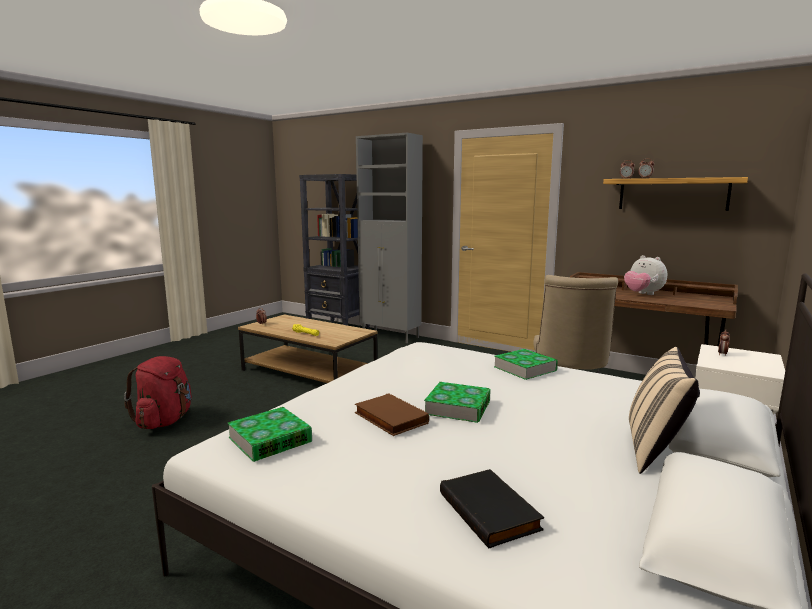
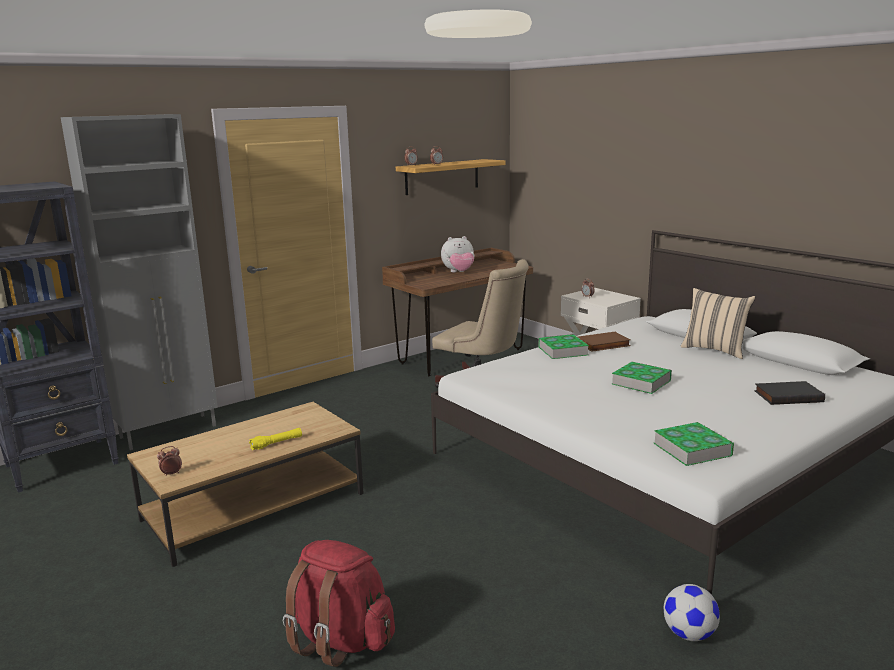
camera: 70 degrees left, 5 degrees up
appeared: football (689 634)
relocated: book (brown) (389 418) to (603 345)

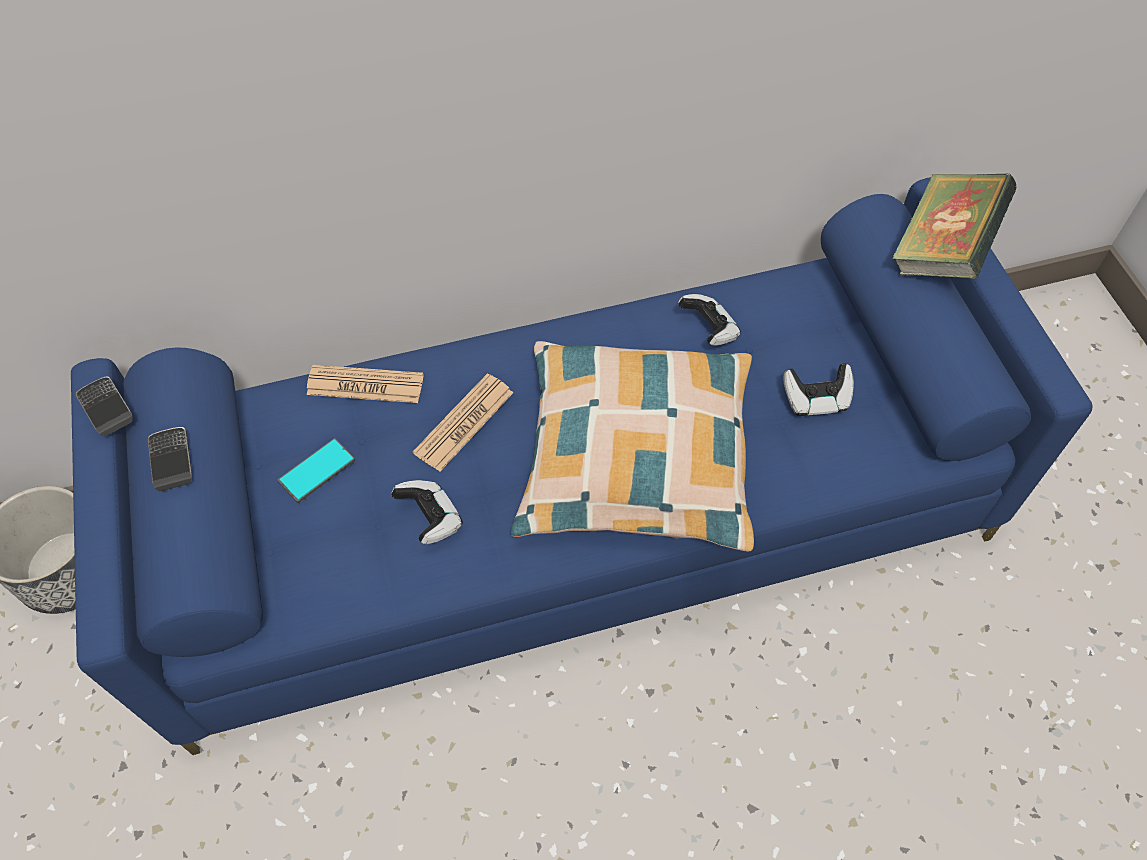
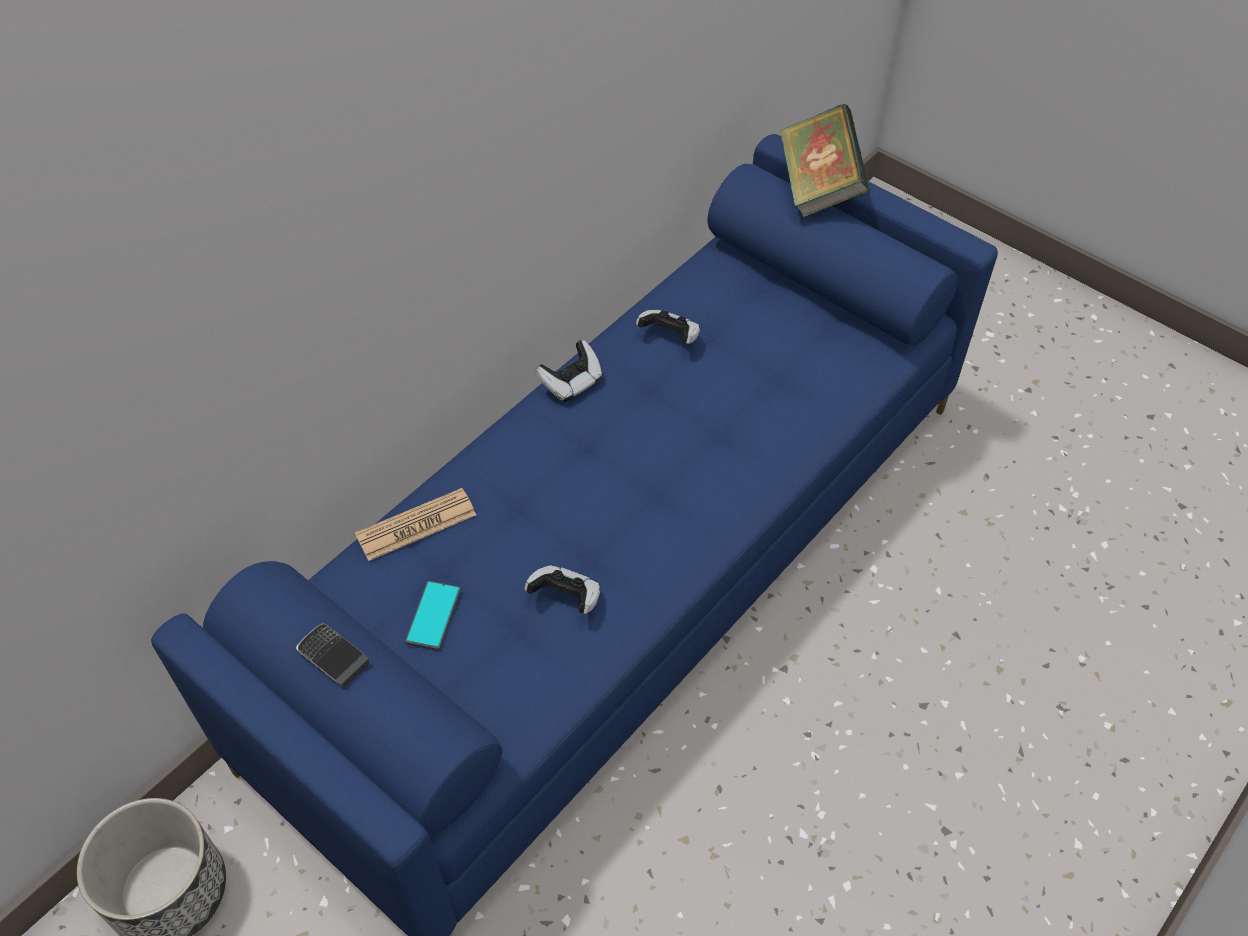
camera: 35 degrees left, 5 degrees down
missing: phone (106 408); newspaper (464 423); pillow (636 457)
relocated: game controller (816 400) to (571 383)

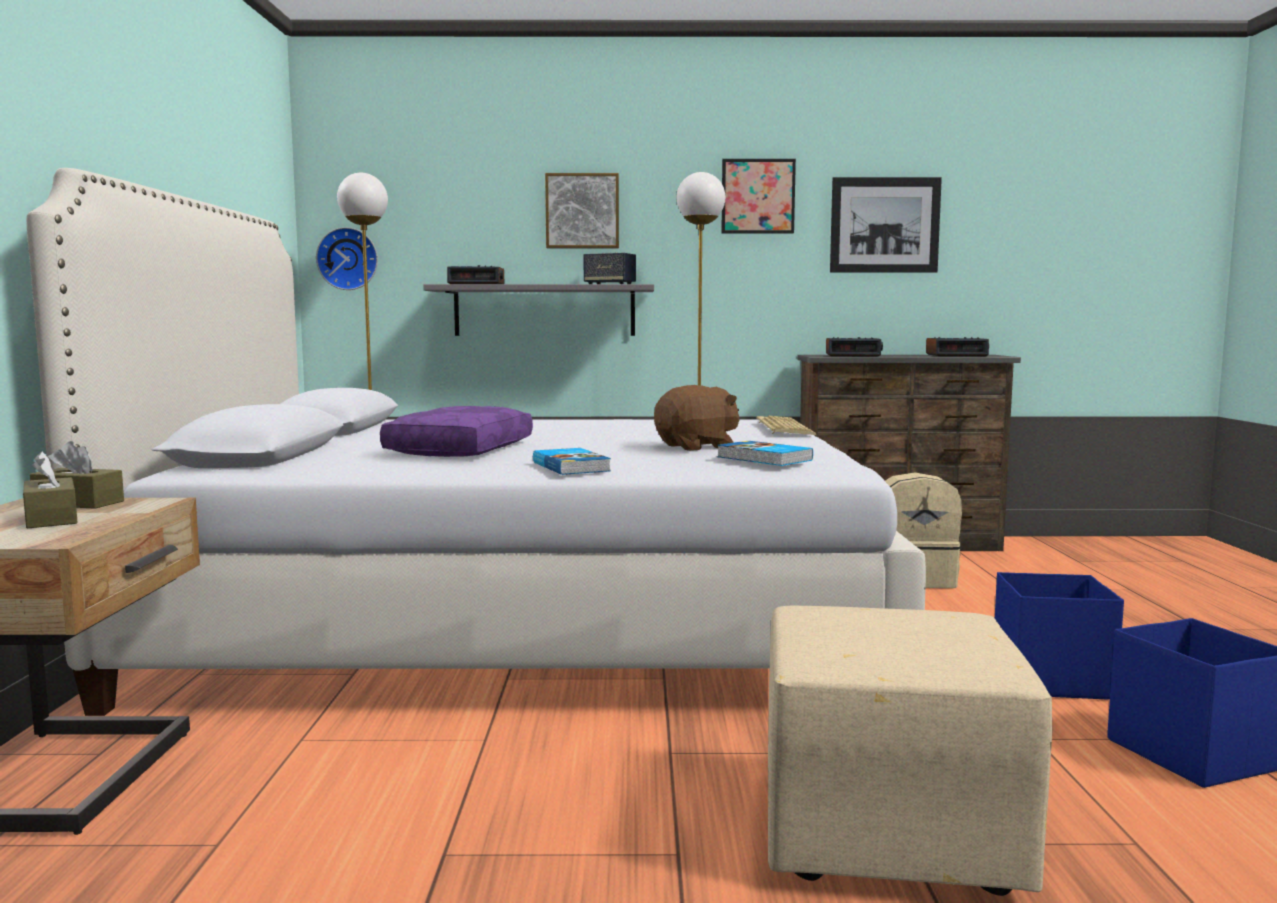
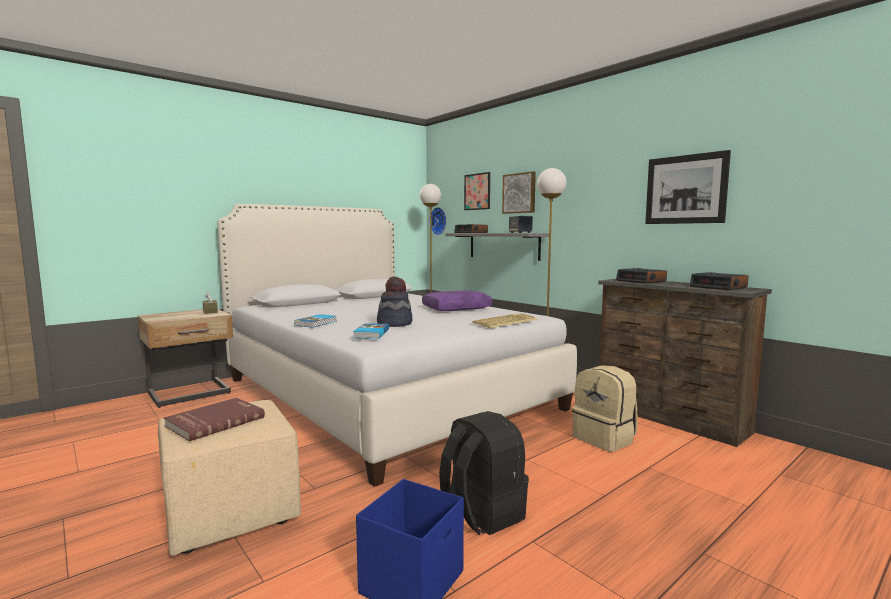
camera: 50 degrees right, 0 degrees up
missing: tissue box (brown) (51 519)
appeared: book (red) (214 421)
relocated: pillow (purple) (459 450) to (456 308); picture (758 196) to (477 191)
exchanged: plush toy (brown) (697 447) to hat (394 323); storage box (blue) (1049 680) to backpack (black) (481 513)

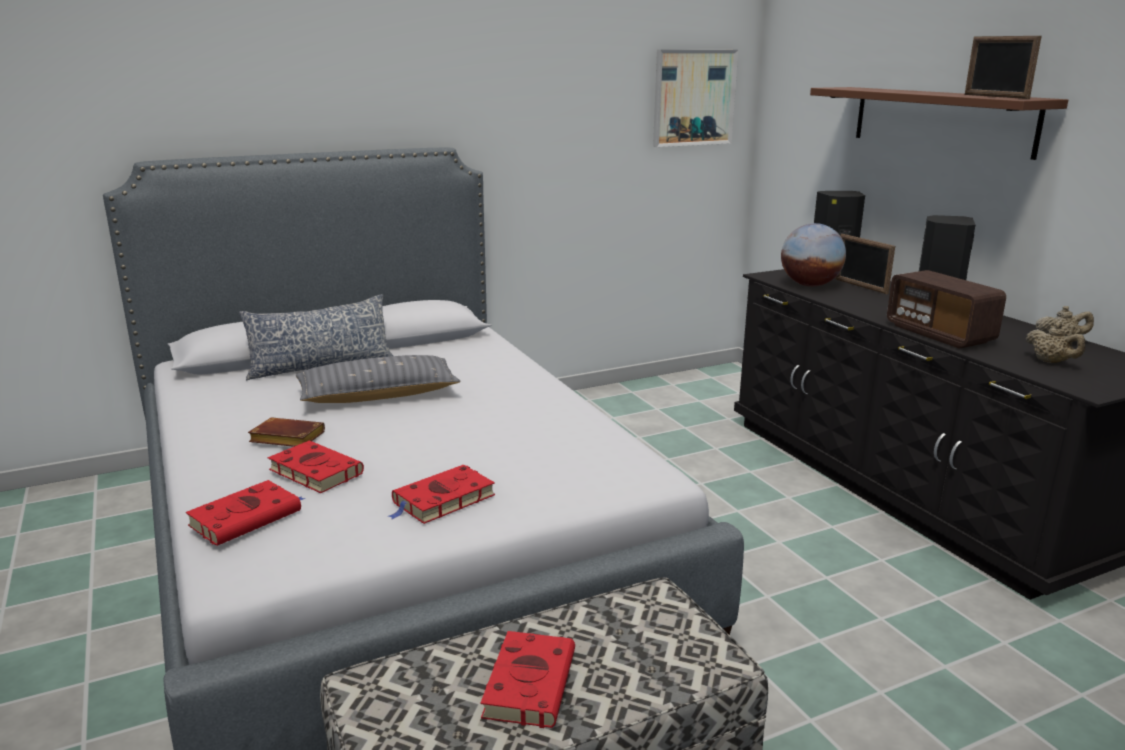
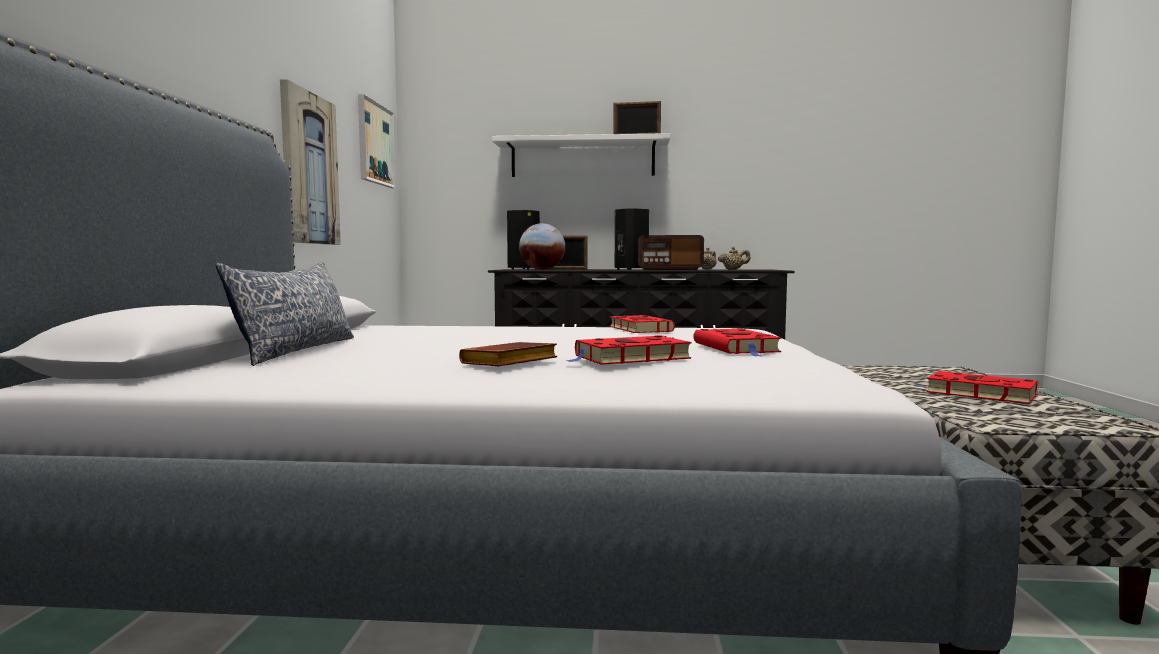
camera: 60 degrees left, 15 degrees down
missing: pillow (grey) (378 395)
appeared: picture (309 169)
relocated: book (red) (248 517) to (639 329)
colour: shelf (brown) (941 120) to shelf (white) (582 159)

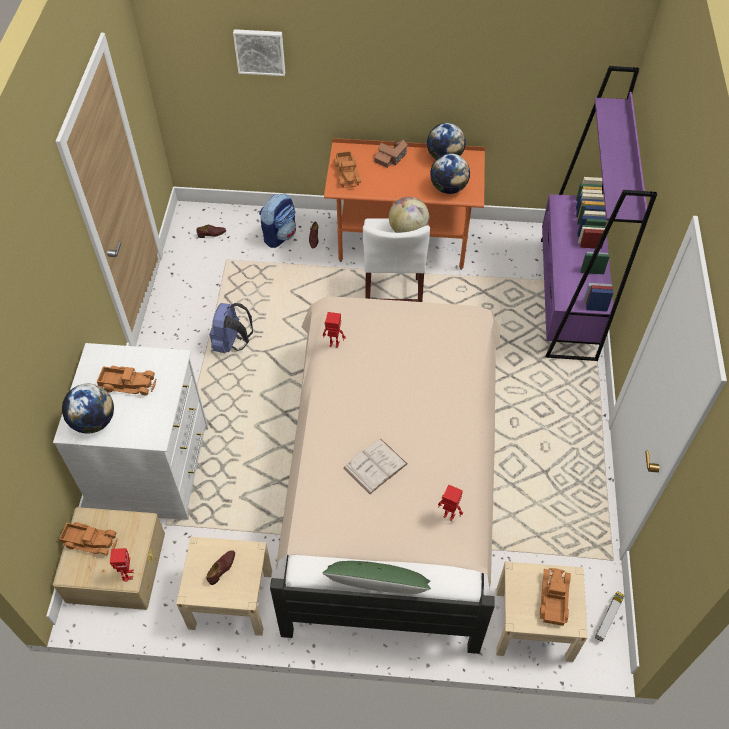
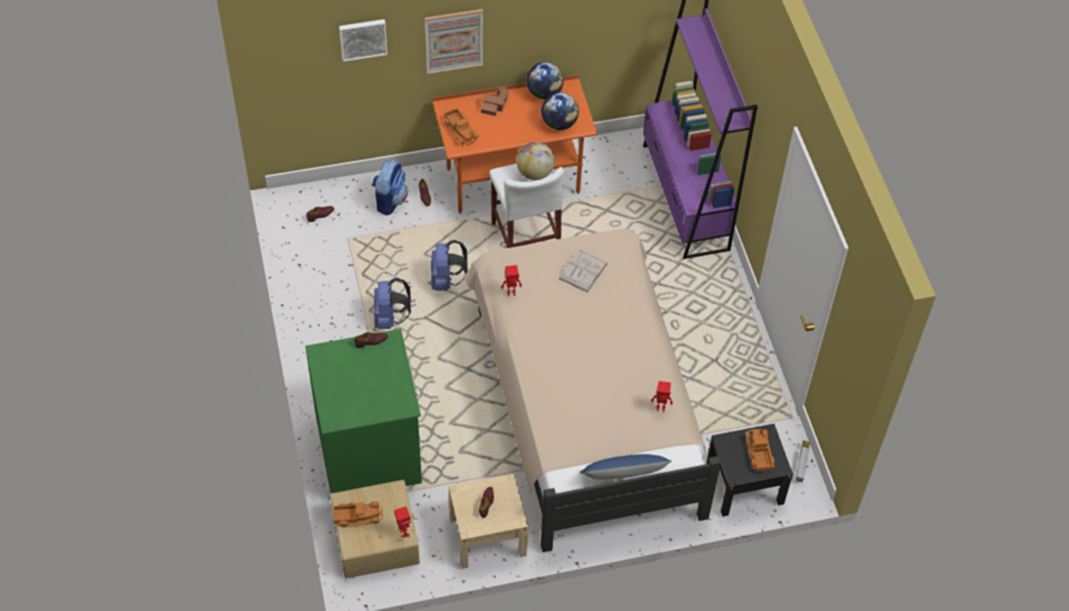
camera: 20 degrees left, 0 degrees up
missing: globe (94 421); toy truck (128 383)
appeared: shoe (brown) (371 342); picture (454 41); backpack (blue) (446 280)
relocated: book (white) (375 466) to (583 271)
colour: dresser (white) (154 469) to dresser (green) (370 449); pillow (green) (377 586) to pillow (blue) (623 476); nightstand (beige) (533 624) to nightstand (black) (744 485)

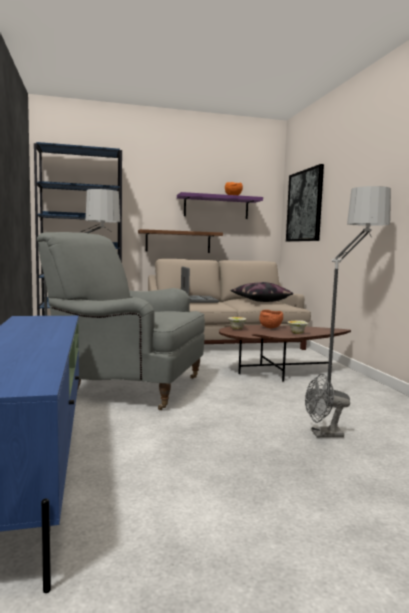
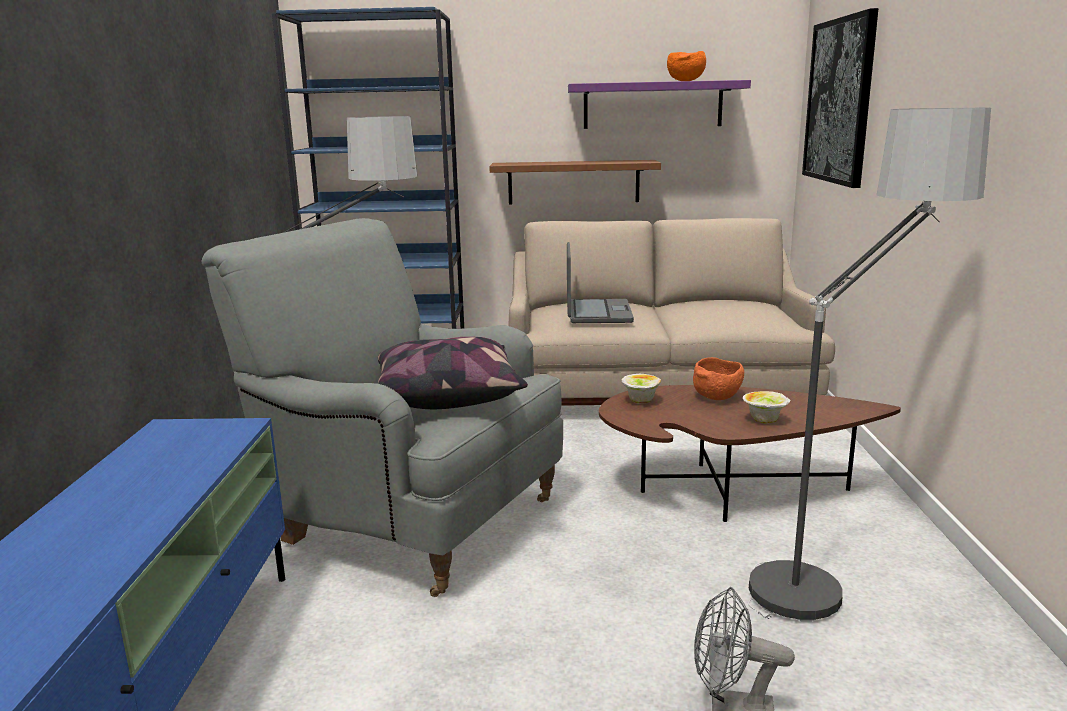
camera: 15 degrees right, 10 degrees up
relocated: pillow (260 301) to (445 395)

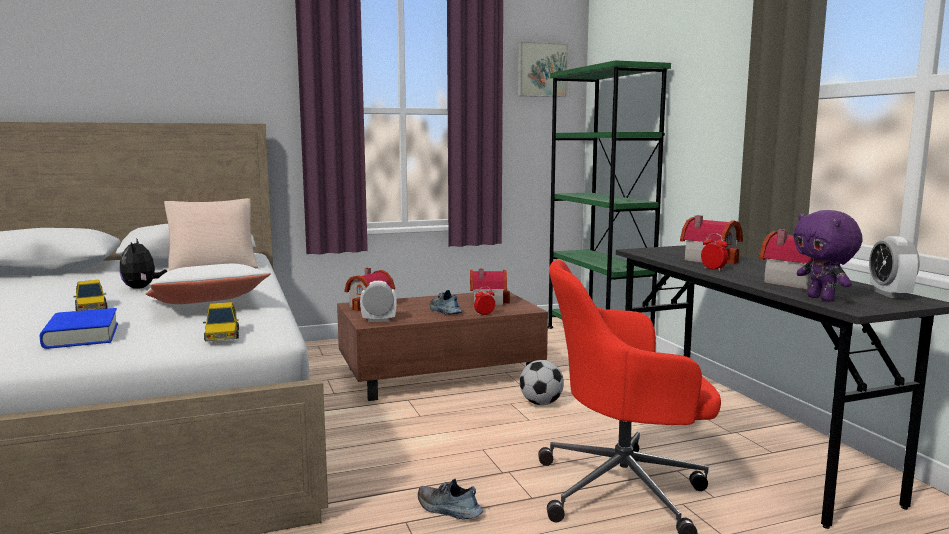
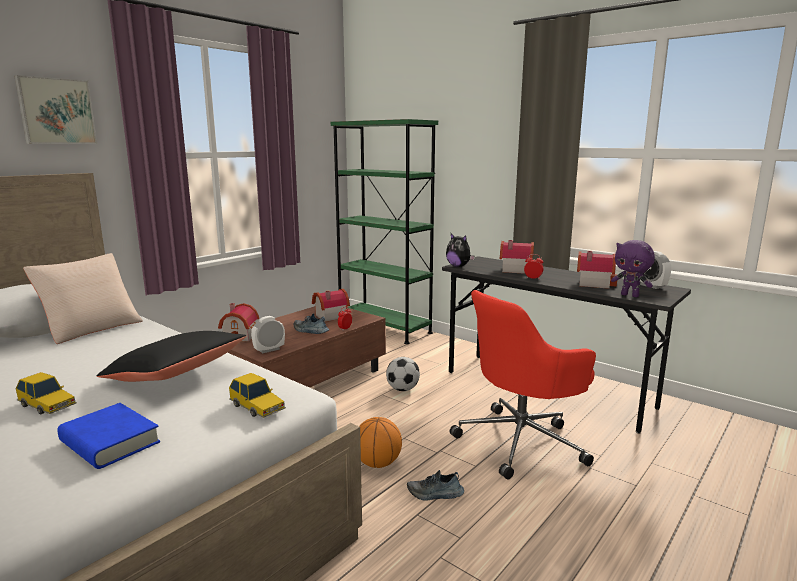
camera: 30 degrees left, 5 degrees up
appeared: basketball (378 463)
relocated: plush toy (141 288) to (458 266); picture (541 70) to (56 111)
colour: pillow (white) (207 305) to pillow (black) (176 375)

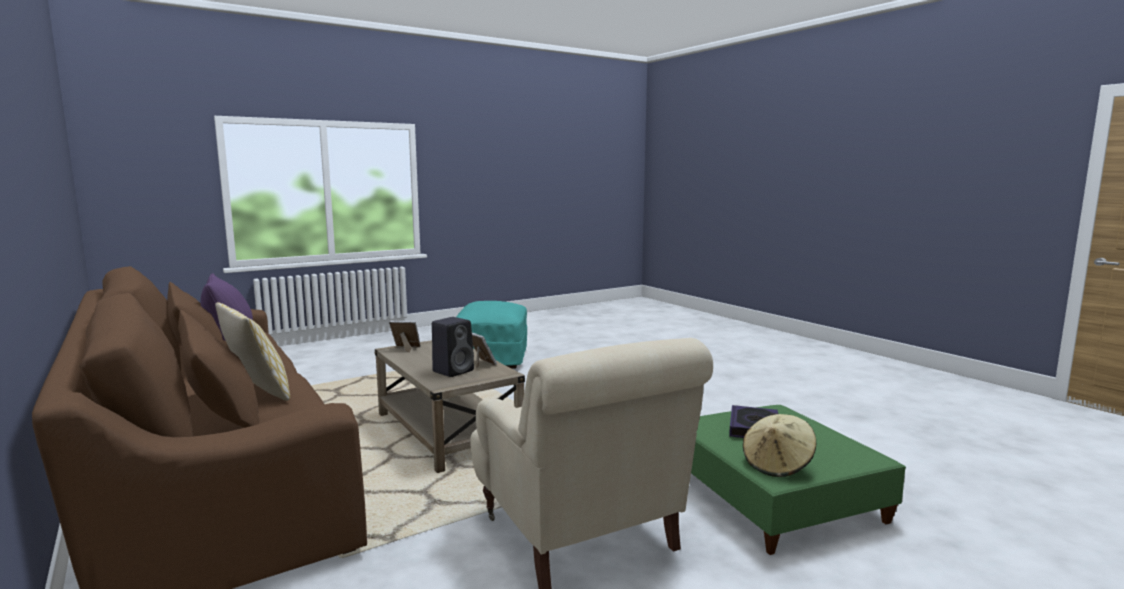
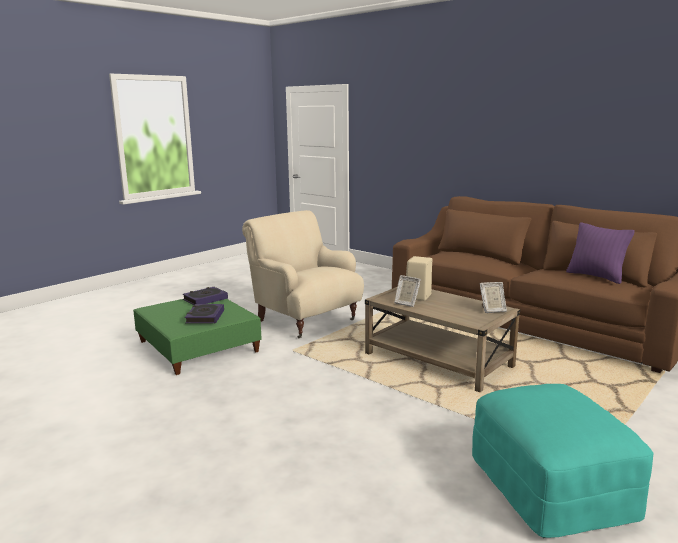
camera: 165 degrees right, 5 degrees up
missing: pillow (258 393)
exchanged: hat (beige) (777 465) to book (205 299)
colour: speaker (black) (454 371) to speaker (beige) (418 296)

